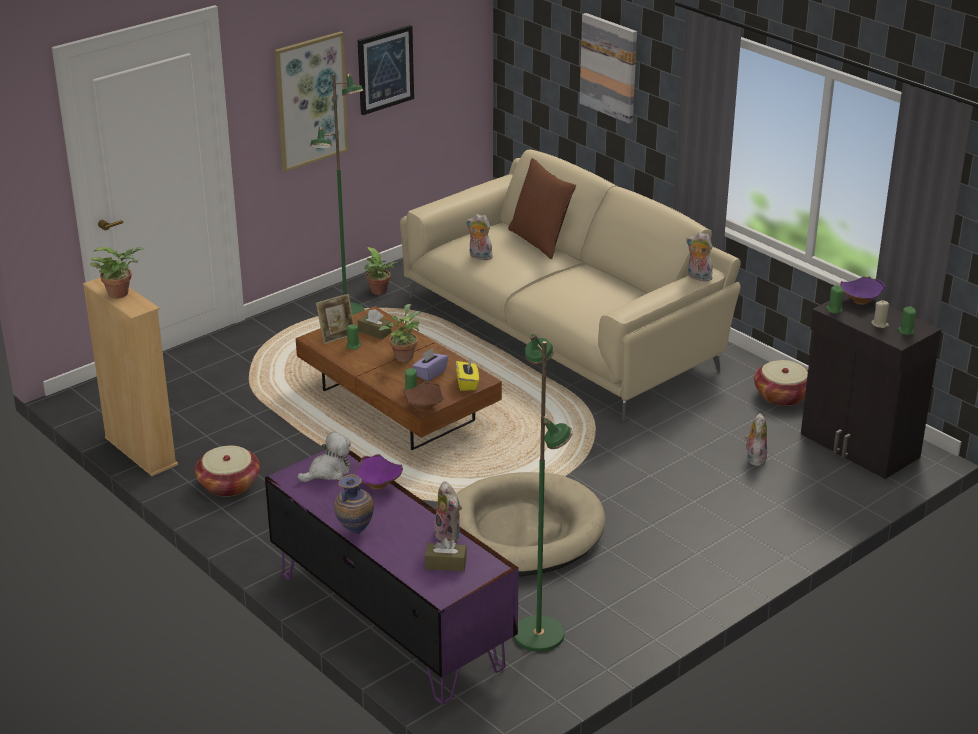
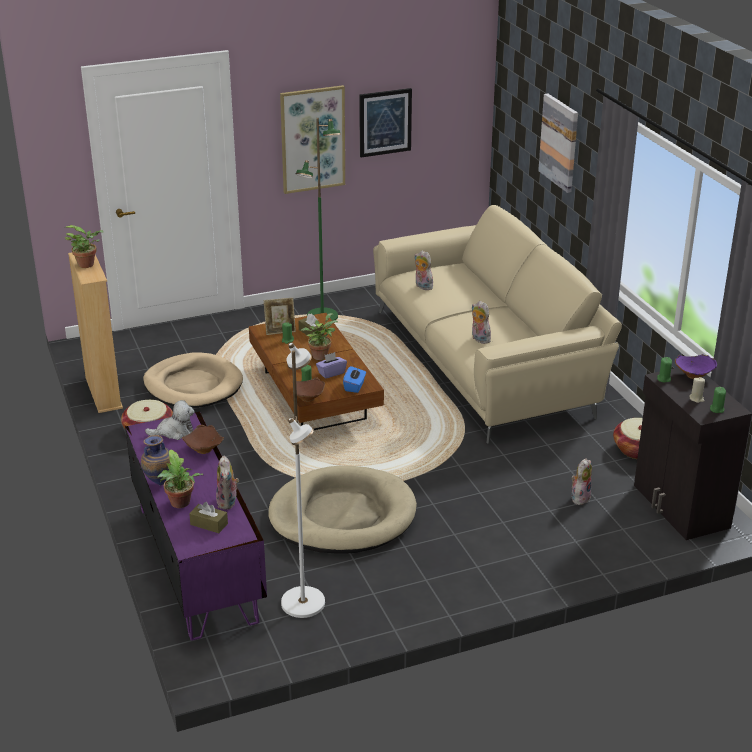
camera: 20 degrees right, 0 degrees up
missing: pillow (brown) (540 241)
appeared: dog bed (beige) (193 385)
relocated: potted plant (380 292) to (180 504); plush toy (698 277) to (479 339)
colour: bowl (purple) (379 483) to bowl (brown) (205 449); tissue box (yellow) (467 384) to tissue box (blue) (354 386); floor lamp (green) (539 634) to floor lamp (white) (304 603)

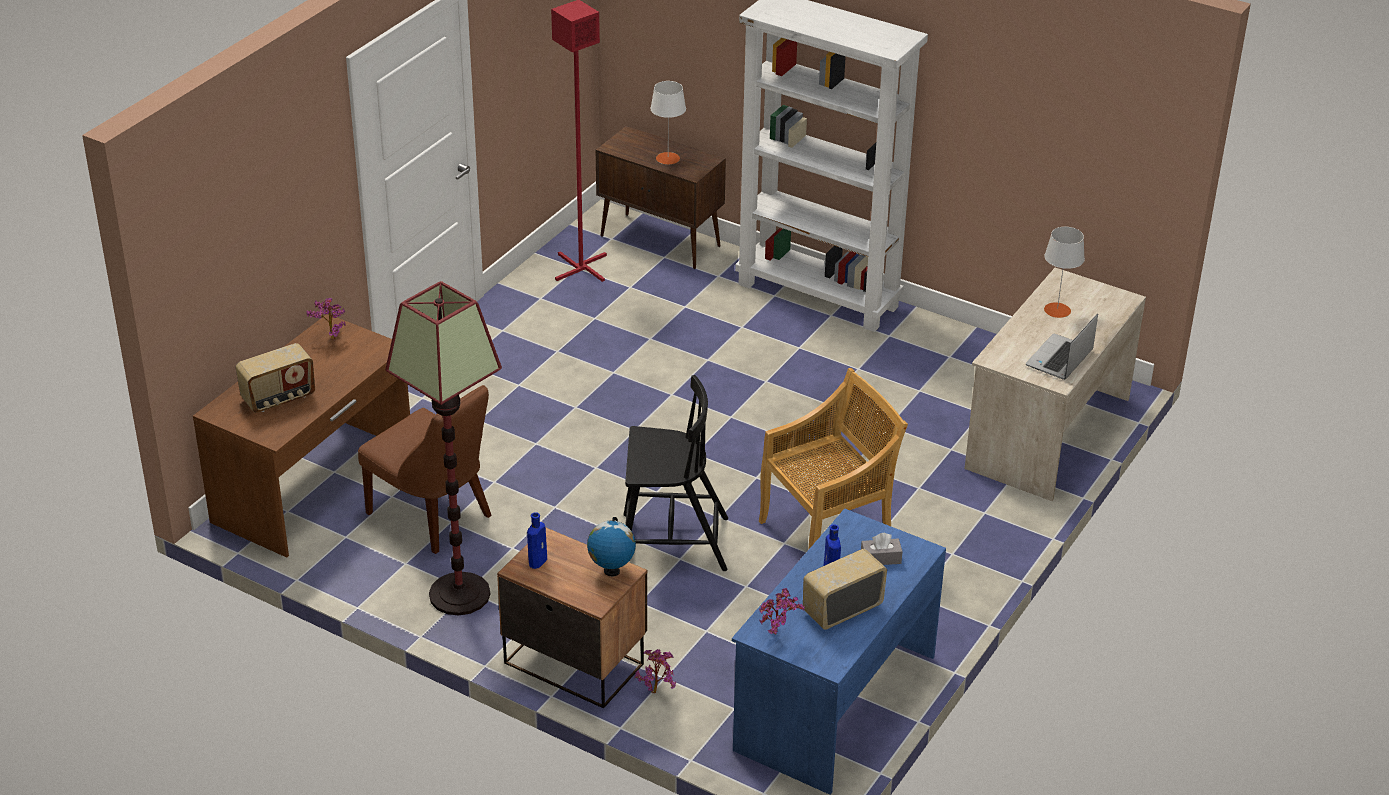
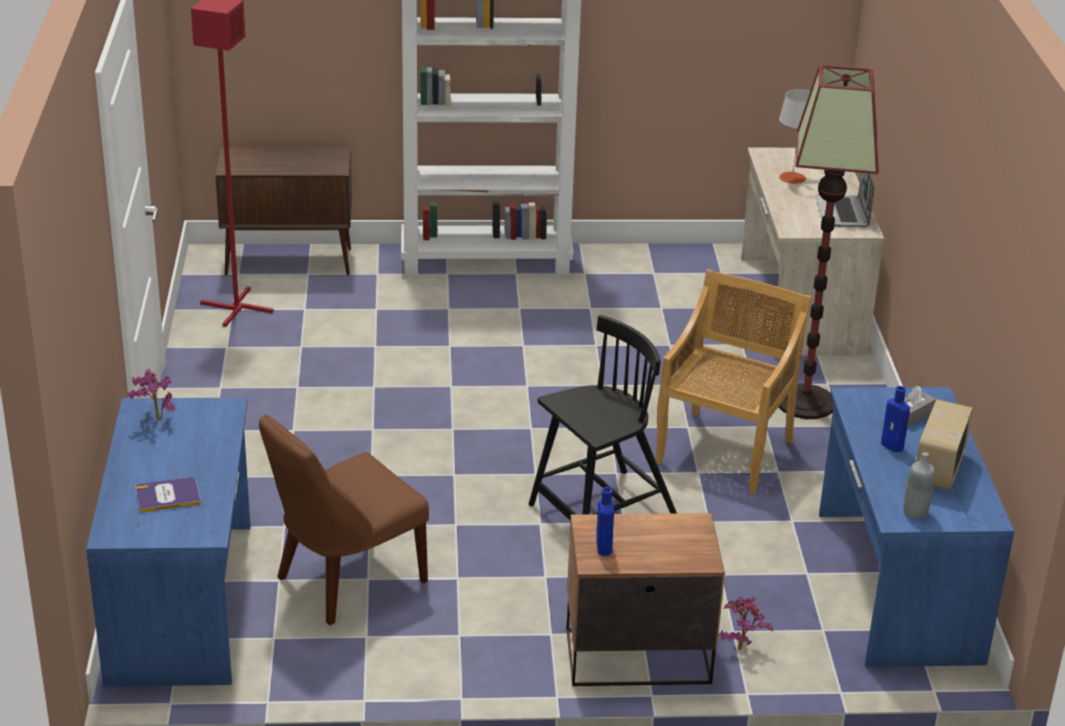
camera: 35 degrees left, 5 degrees down
missing: globe (611 571); table lamp (white) (668 158)
relocated: floor lamp (459 595) to (806 402)
exchanged: radio (279 398) to book (168 495); potted plant (778 634) to bottle (grey) (915 512)
colour: desk (brown) (315 485) to desk (blue) (183 602)
spun: chair (brown) (433 516) = (345 581) 135 degrees clockwise

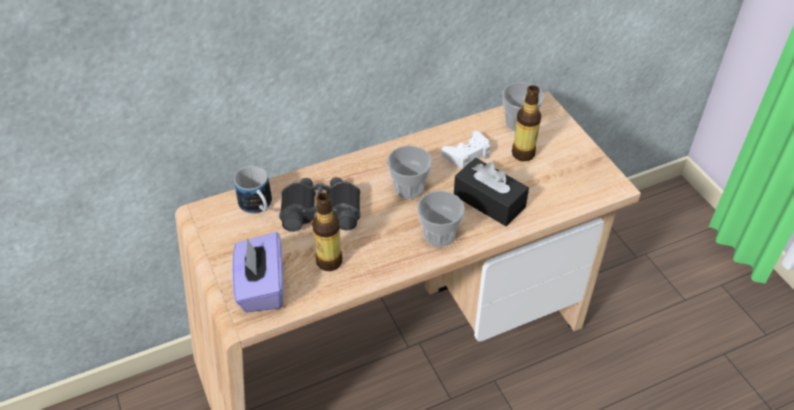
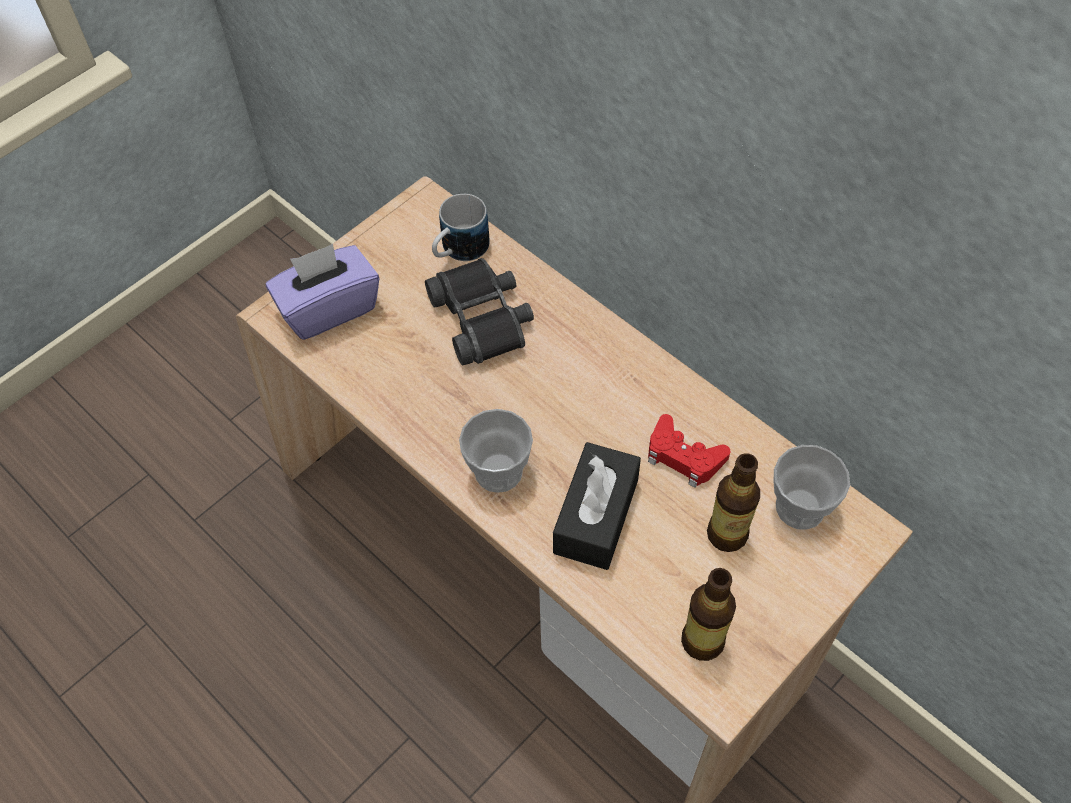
camera: 70 degrees right, 10 degrees up
missing: cup (409 188)
relocated: bottle (329 261) to (702 641)
colour: game controller (white) (467 154) to game controller (red) (683 456)

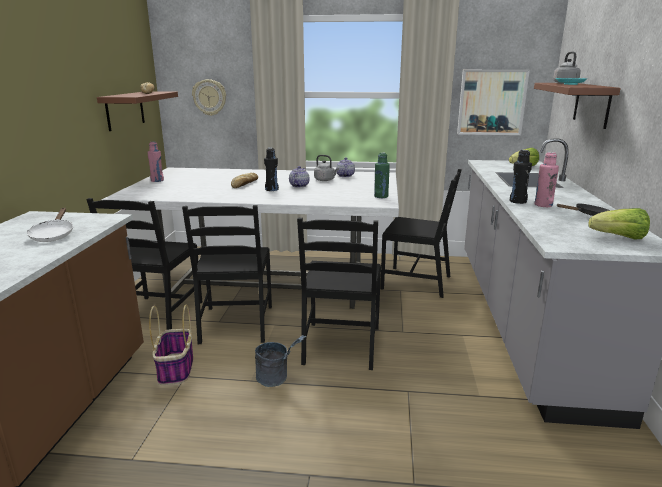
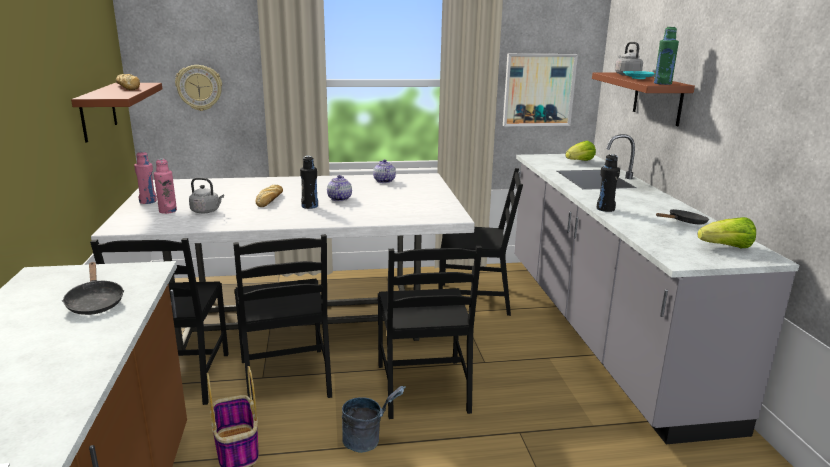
camera: 15 degrees left, 0 degrees up
relocated: kettle (grey) (325 180) to (207 211); bottle (green) (381 196) to (662 83); bottle (pink) (543 205) to (168 211)
colour: frying pan (white) (53 235) to frying pan (black) (95 302)

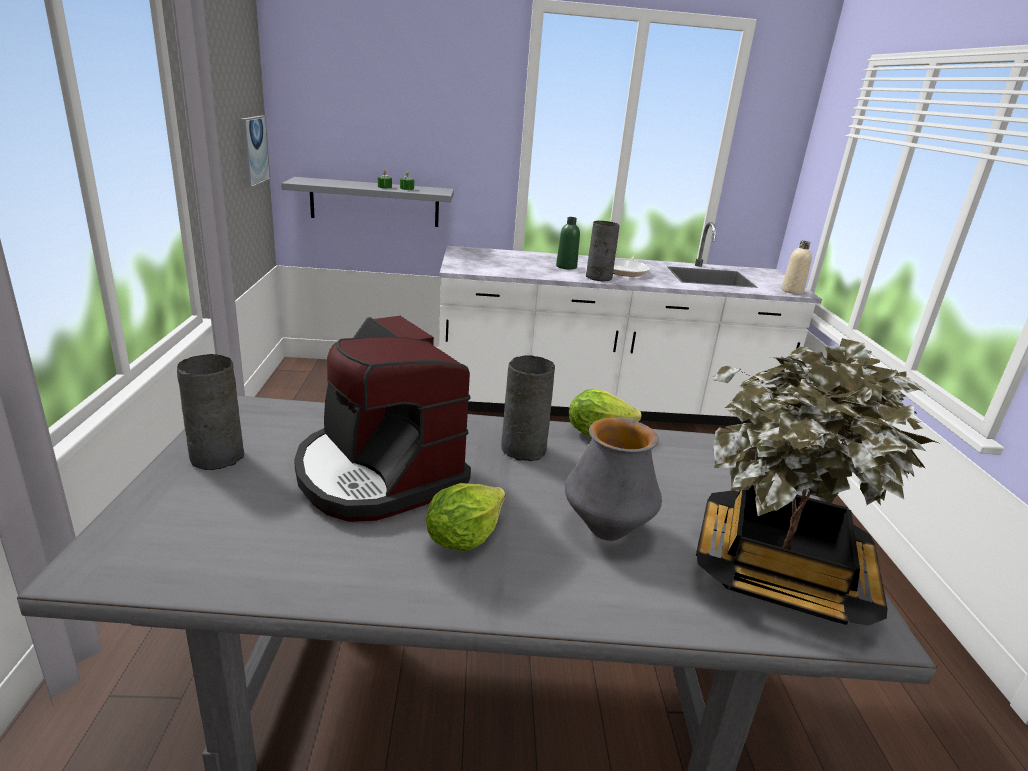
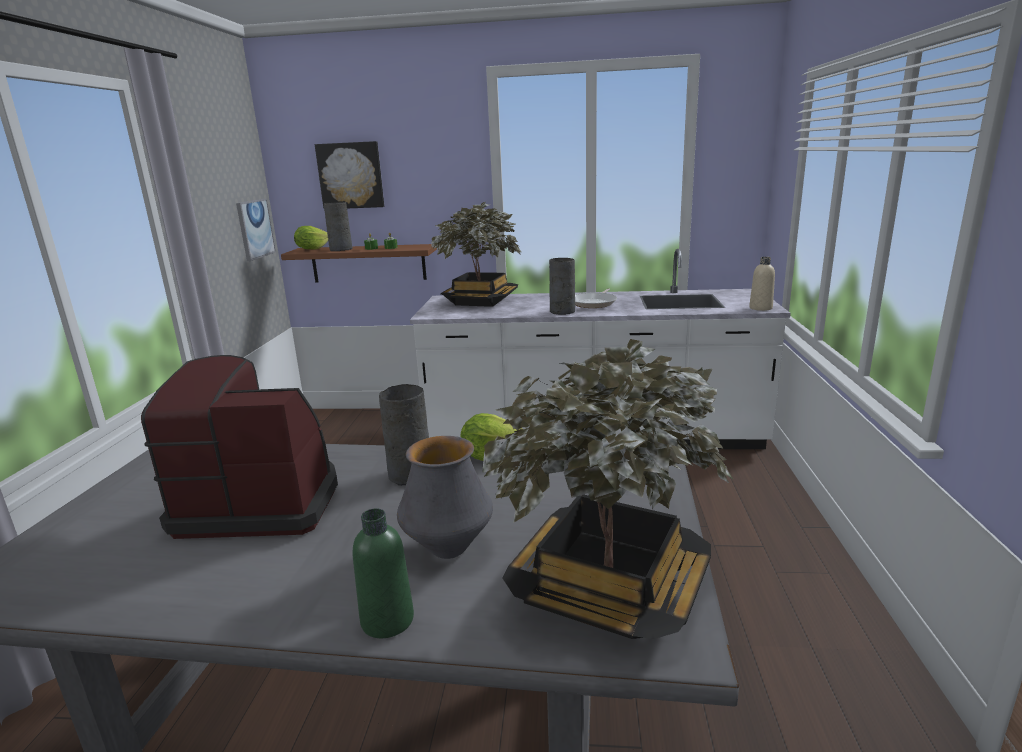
camera: 10 degrees right, 5 degrees down
appeared: picture (351 175); potted plant (480 301)
relocated: vase (grey) (216 456) to (340 249); lettuce (463 537) to (312 249); bottle (green) (566 267) to (387 620)
colour: shelf (grey) (374 202) to shelf (brown) (368 263)
spun: coffee machine (378 474) = (260 503) 120 degrees clockwise

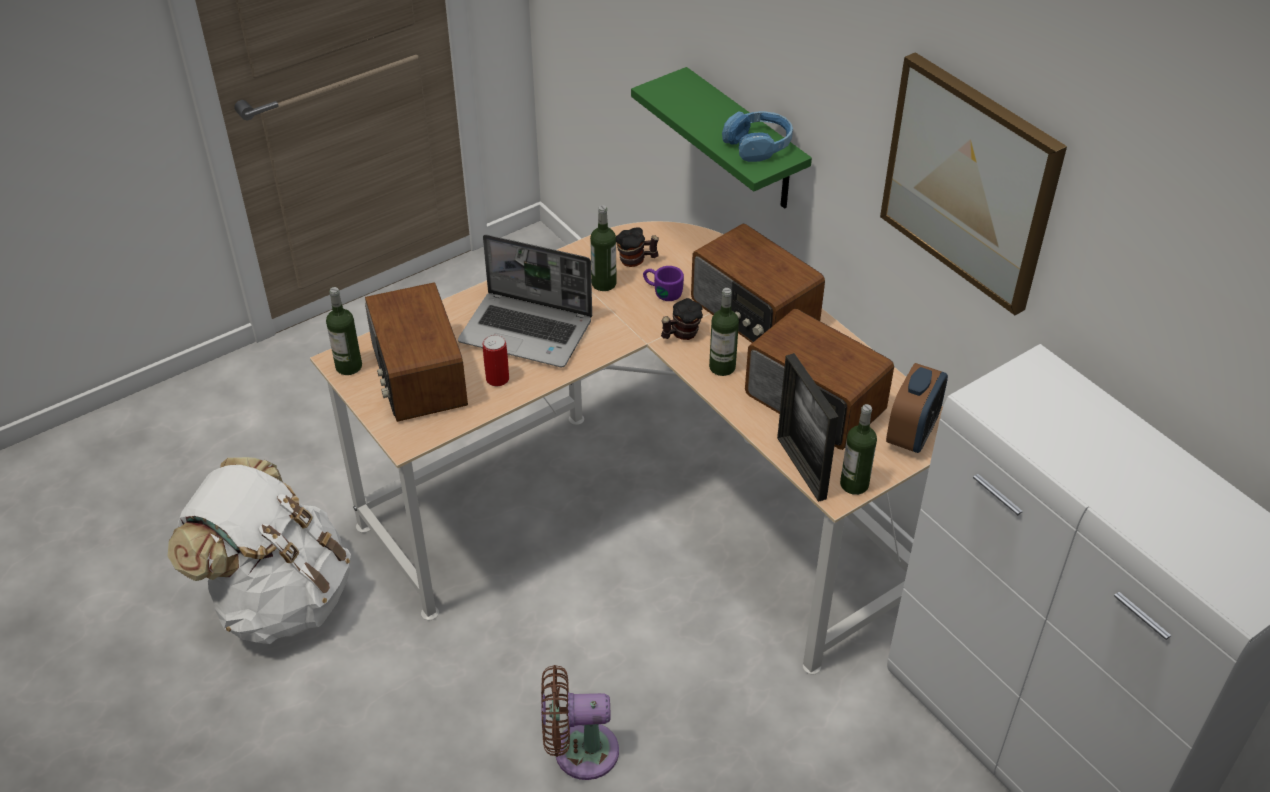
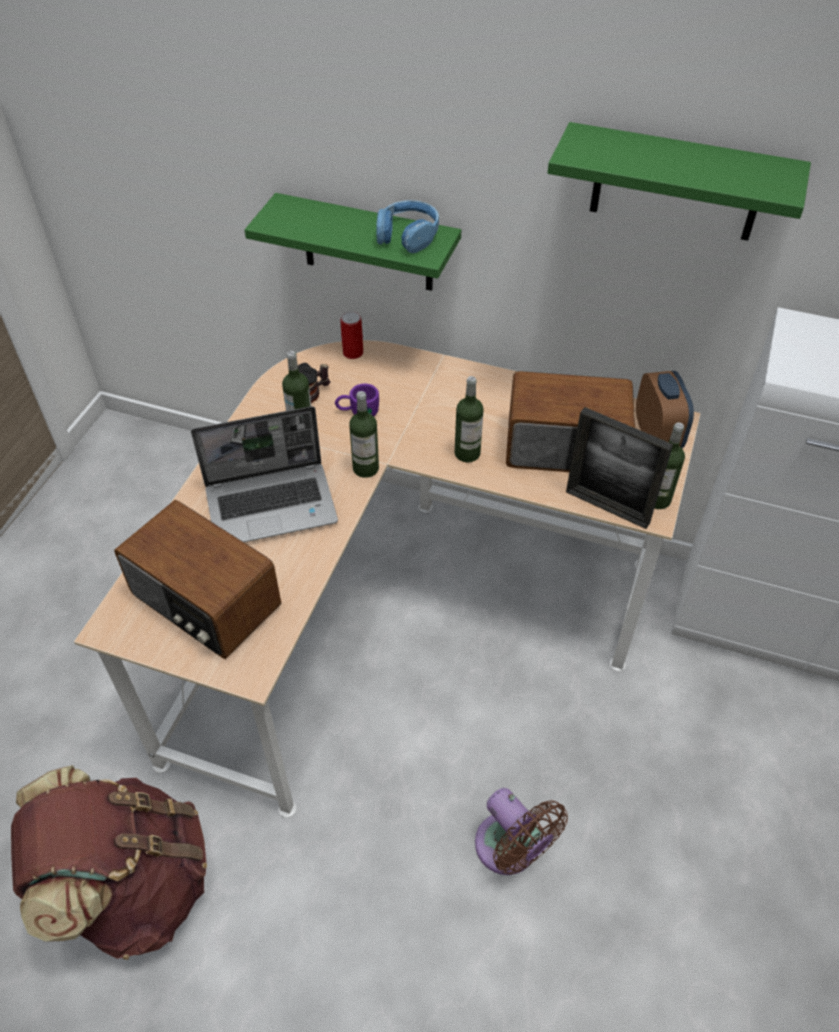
camera: 35 degrees left, 5 degrees up
missing: mug (681 334); radio (753 314)
relocated: bottle (349 366) to (365 468); can (497 379) to (353 353)
exchanged: picture (970 182) to shelf (green) (677 184)
colour: backpack (white) (279 598) to backpack (brown) (133 885)
spun: fan (brown) (579 751) = (510 850) 90 degrees counterclockwise

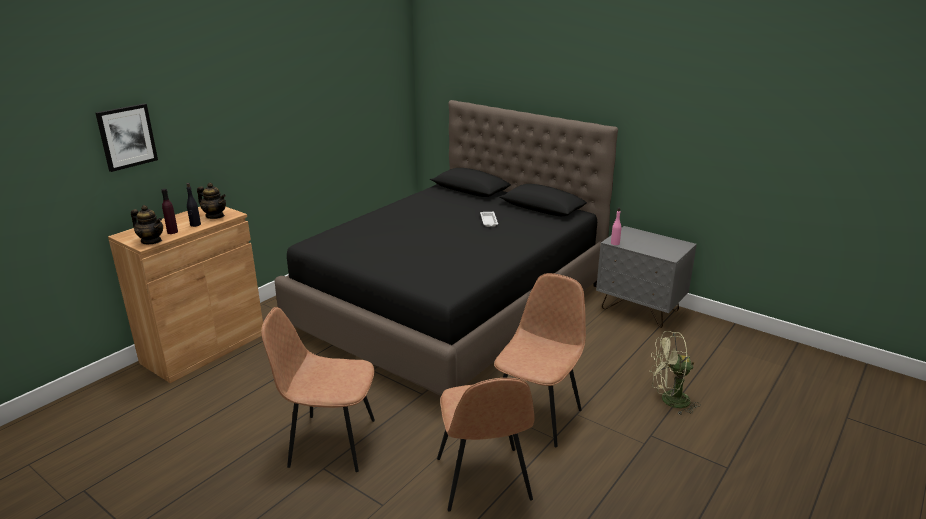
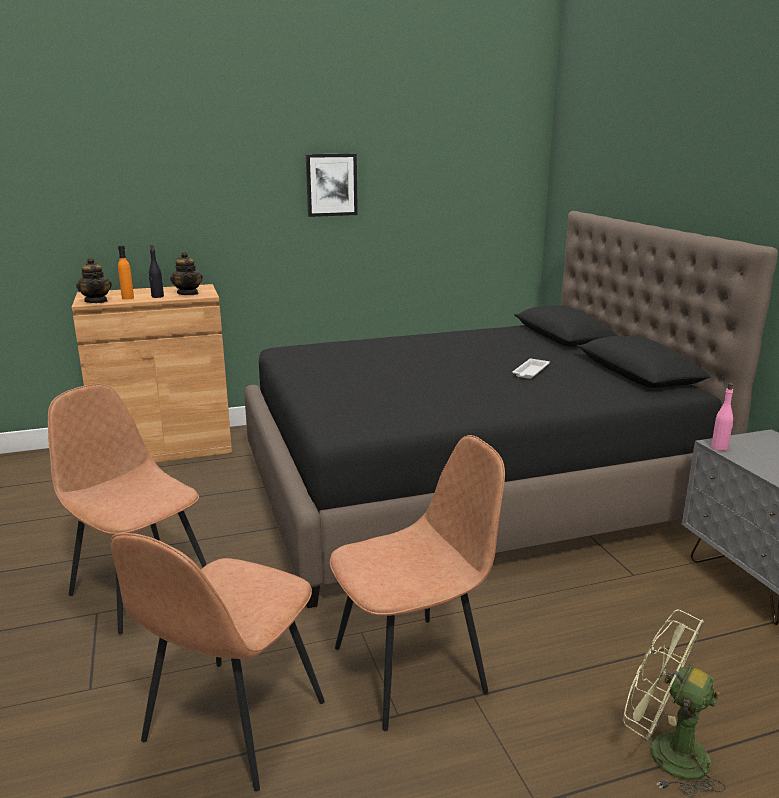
camera: 35 degrees right, 5 degrees down
relocated: picture (126 137) to (331 185)
colour: bottle (purple) (172 232) to bottle (orange) (128 298)

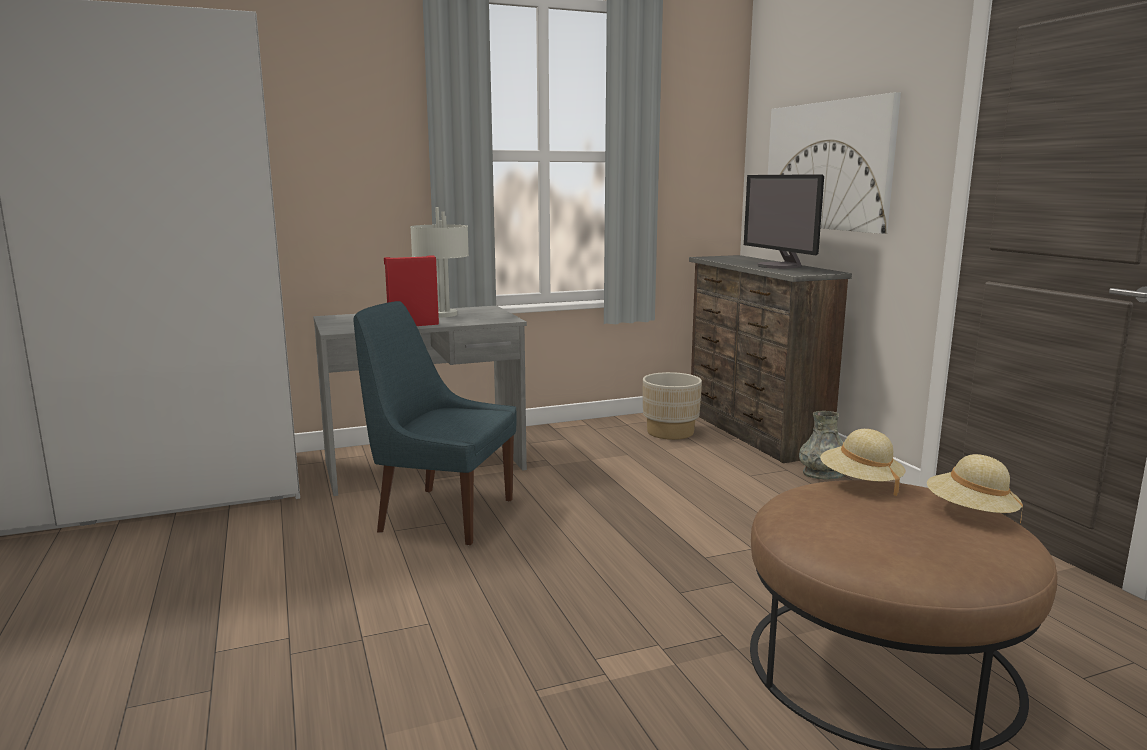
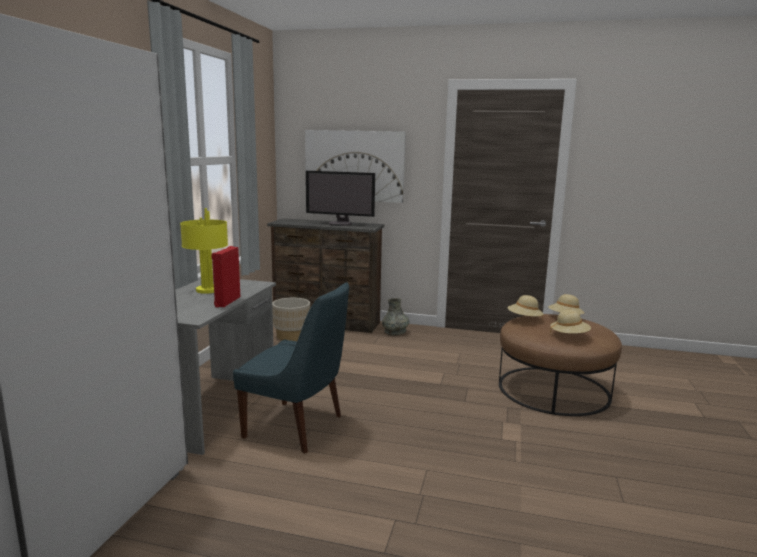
camera: 55 degrees left, 0 degrees up
appeared: hat (beige) (569 336)
colour: table lamp (grey) (442 314) to table lamp (yellow) (207 290)
spun: chair (blue) (441 515) = (297 427) 120 degrees counterclockwise

